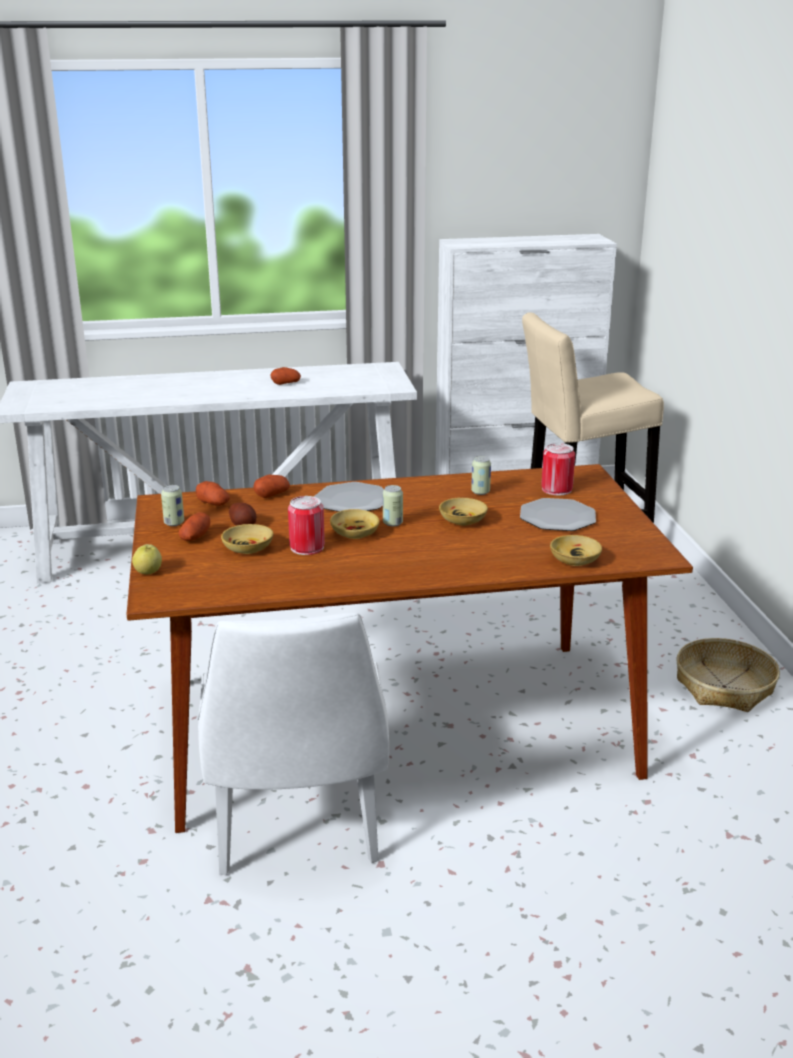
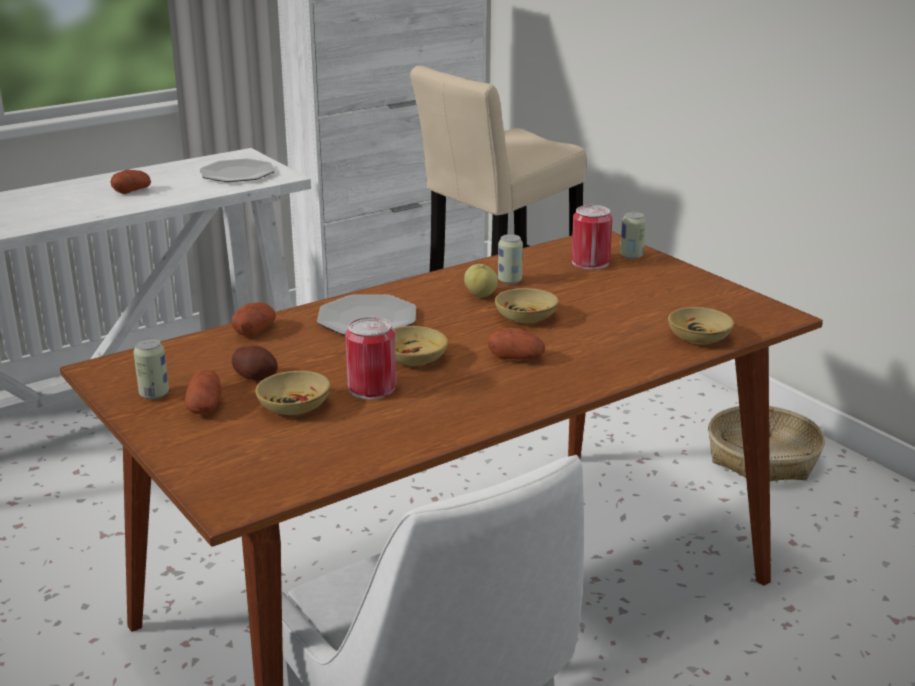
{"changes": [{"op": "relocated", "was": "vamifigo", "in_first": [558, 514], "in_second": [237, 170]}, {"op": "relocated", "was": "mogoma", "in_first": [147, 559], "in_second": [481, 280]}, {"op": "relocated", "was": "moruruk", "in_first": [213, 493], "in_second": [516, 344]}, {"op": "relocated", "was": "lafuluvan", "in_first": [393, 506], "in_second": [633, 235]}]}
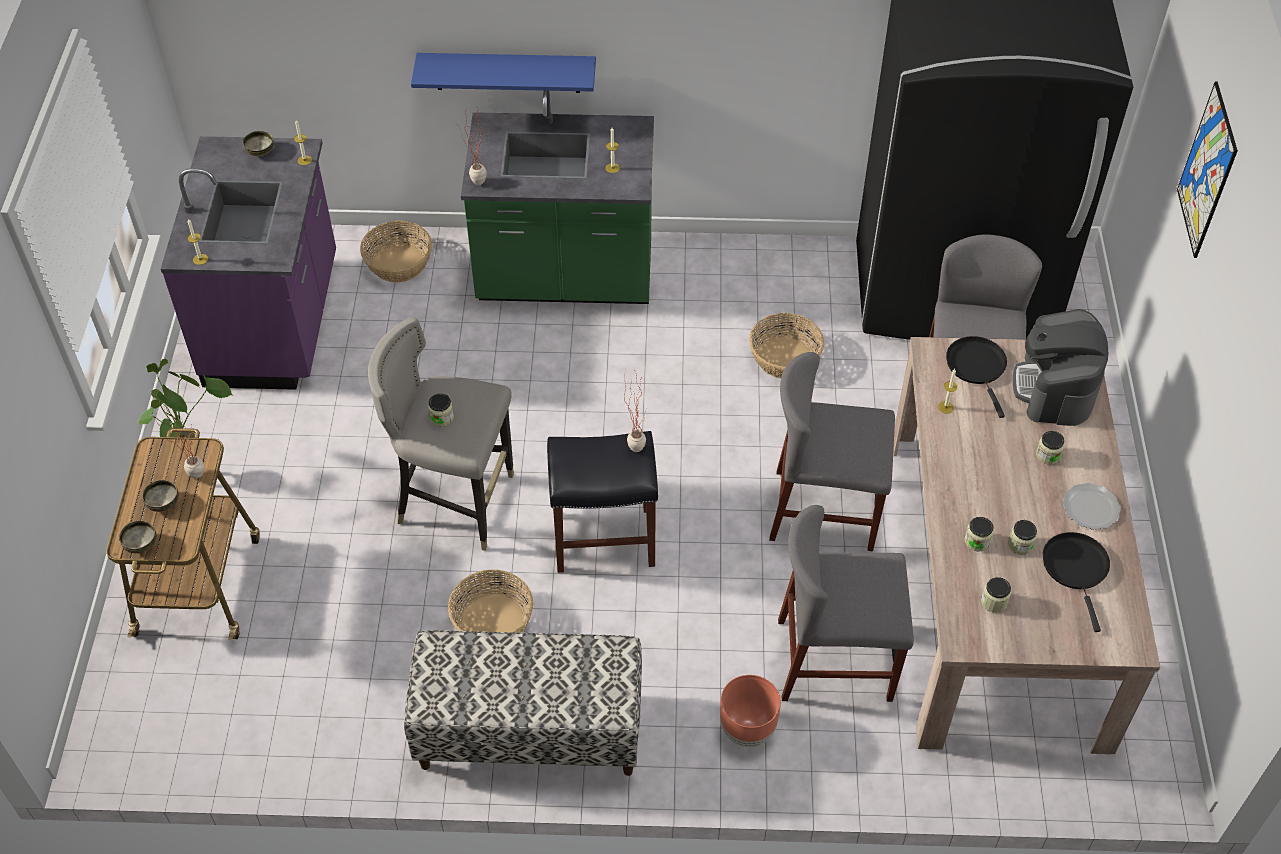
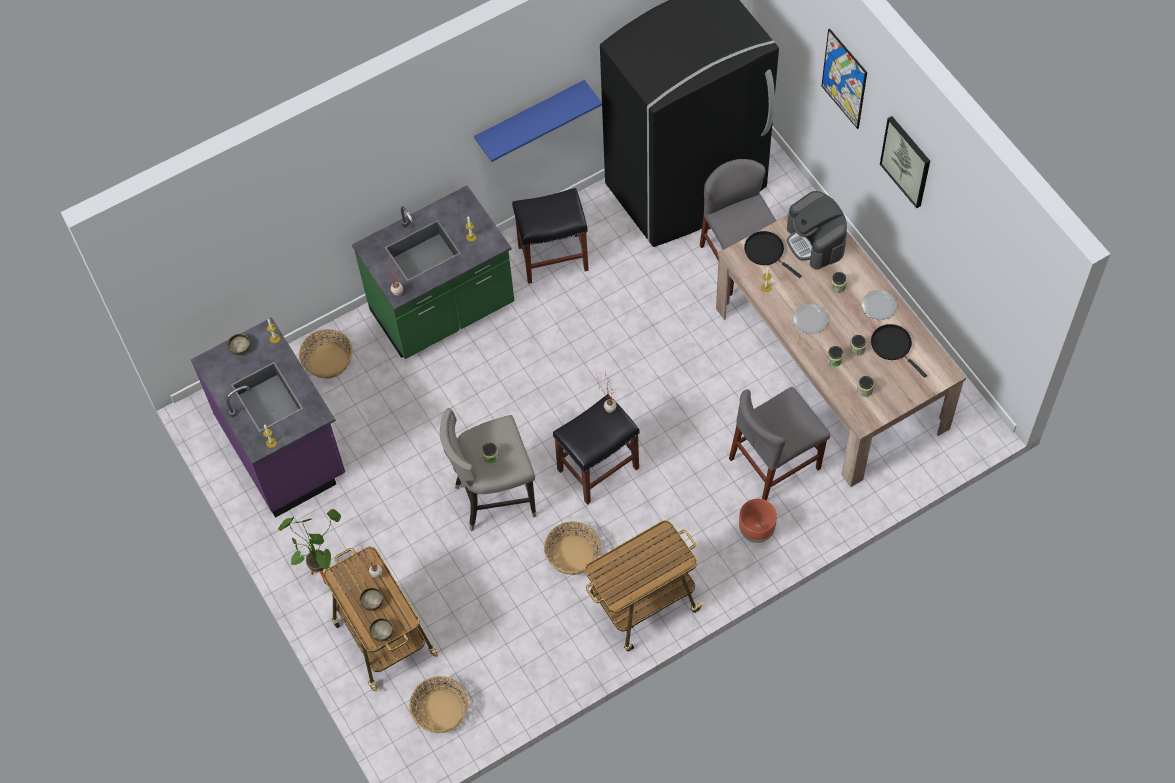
{"changes": [{"op": "relocated", "was": "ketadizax", "in_first": [786, 345], "in_second": [438, 704]}, {"op": "relocated", "was": "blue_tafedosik", "in_first": [503, 73], "in_second": [538, 121]}, {"op": "appeared", "now": "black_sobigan", "in_second": [550, 236]}, {"op": "exchanged", "was": "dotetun", "now": "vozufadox", "in_first": [523, 703], "in_second": [645, 585]}, {"op": "appeared", "now": "vamifigo", "in_second": [810, 319]}, {"op": "appeared", "now": "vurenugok", "in_second": [905, 162]}, {"op": "missing", "was": "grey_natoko", "in_first": [832, 451]}]}
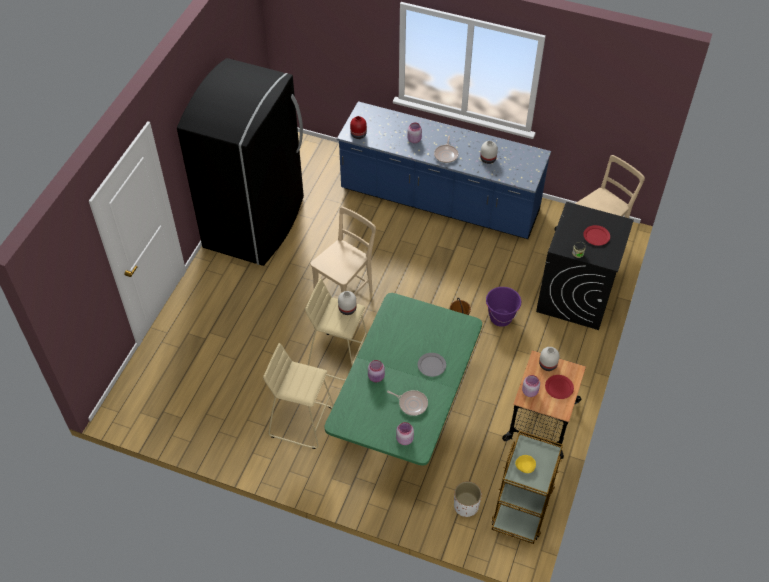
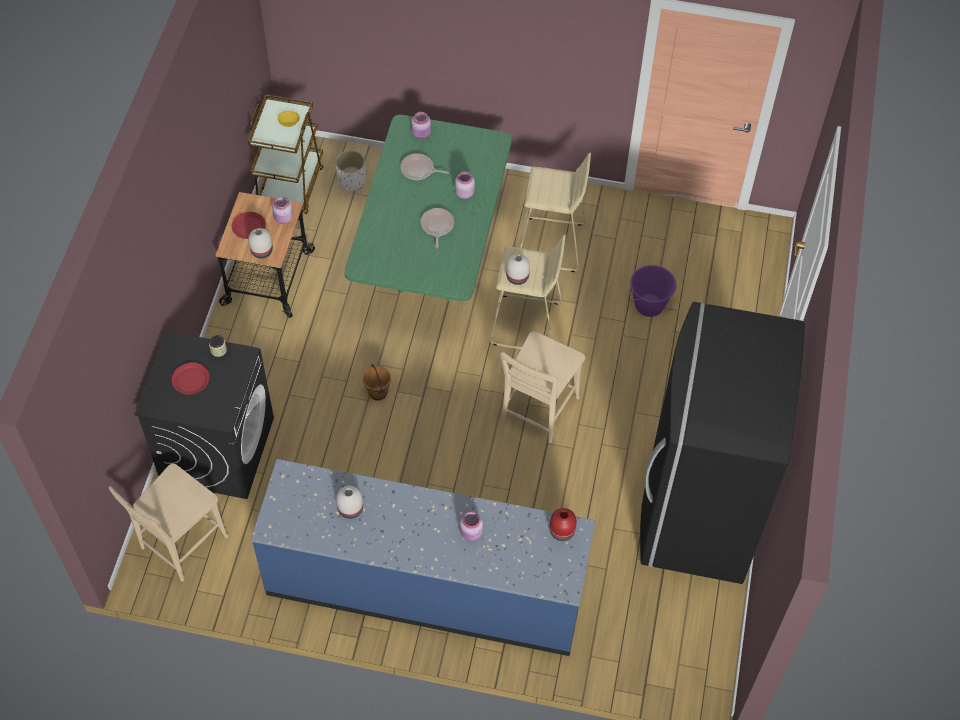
{"changes": [{"op": "relocated", "was": "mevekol", "in_first": [446, 149], "in_second": [437, 228]}, {"op": "relocated", "was": "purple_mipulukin", "in_first": [503, 307], "in_second": [653, 291]}, {"op": "missing", "was": "grey_vamifigo", "in_first": [432, 365]}]}
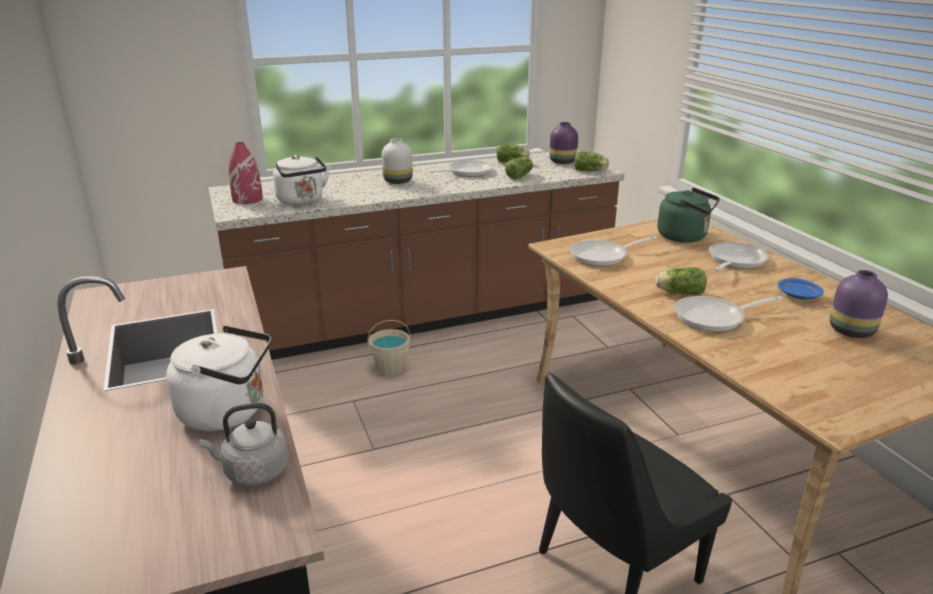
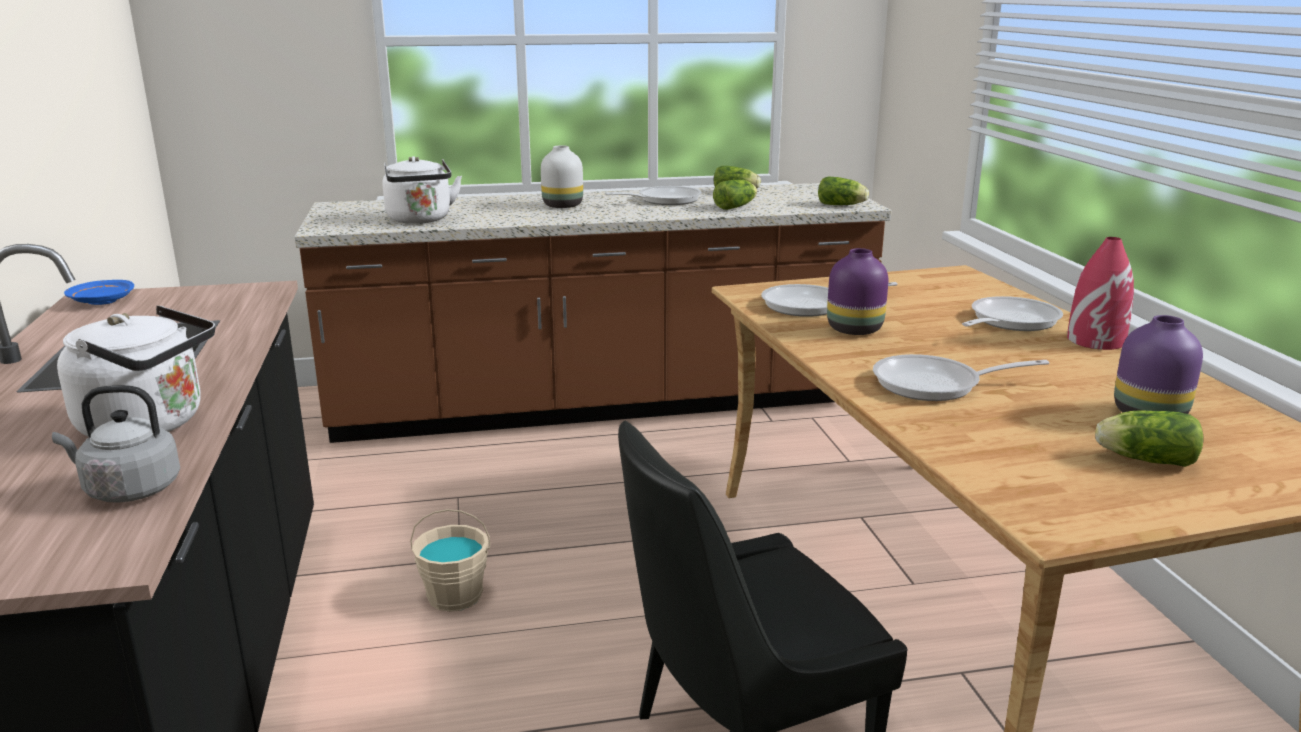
{"changes": [{"op": "relocated", "was": "blue_vamifigo", "in_first": [801, 289], "in_second": [99, 292]}, {"op": "relocated", "was": "beige_mipulukin", "in_first": [389, 348], "in_second": [450, 560]}, {"op": "relocated", "was": "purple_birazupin", "in_first": [563, 143], "in_second": [857, 291]}, {"op": "relocated", "was": "red_birazupin", "in_first": [246, 173], "in_second": [1100, 293]}, {"op": "relocated", "was": "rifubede", "in_first": [681, 281], "in_second": [1149, 438]}, {"op": "missing", "was": "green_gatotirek", "in_first": [688, 215]}]}
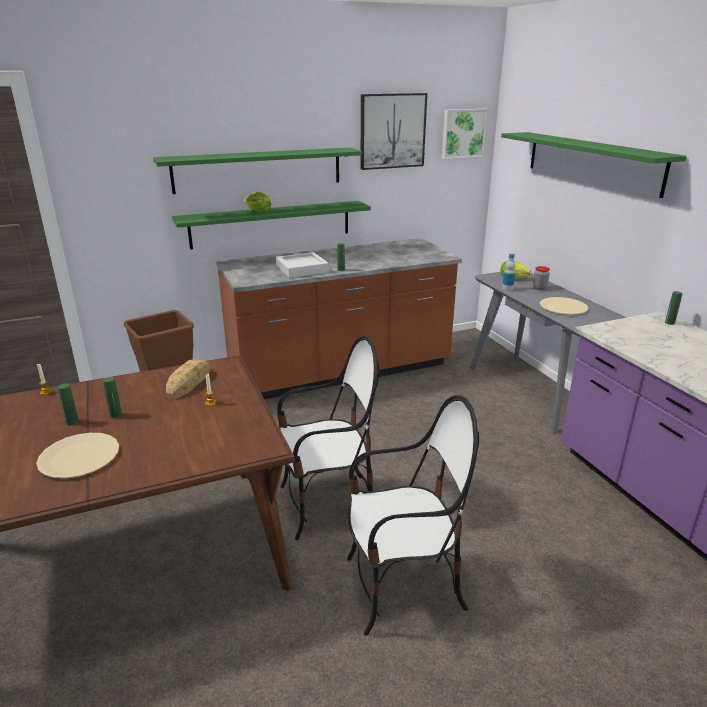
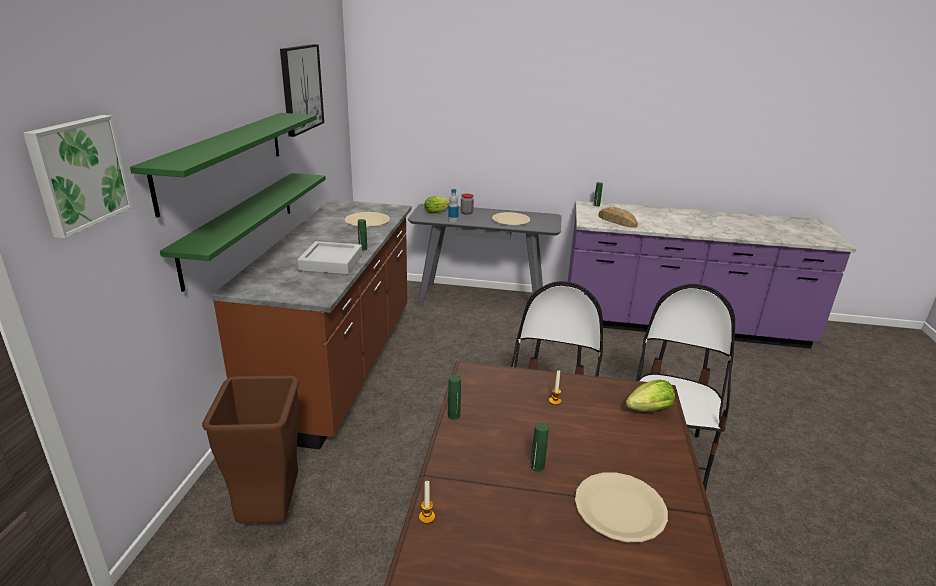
{"changes": [{"op": "relocated", "was": "vurenugok", "in_first": [464, 134], "in_second": [78, 176]}, {"op": "appeared", "now": "beige_vamifigo", "in_second": [367, 219]}, {"op": "relocated", "was": "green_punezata", "in_first": [68, 404], "in_second": [454, 397]}, {"op": "relocated", "was": "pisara", "in_first": [188, 379], "in_second": [618, 217]}, {"op": "relocated", "was": "rifubede", "in_first": [257, 202], "in_second": [650, 396]}, {"op": "missing", "was": "green_tafedosik", "in_first": [594, 165]}]}
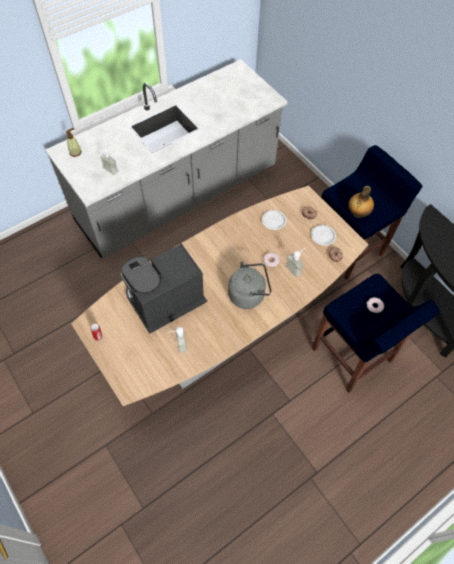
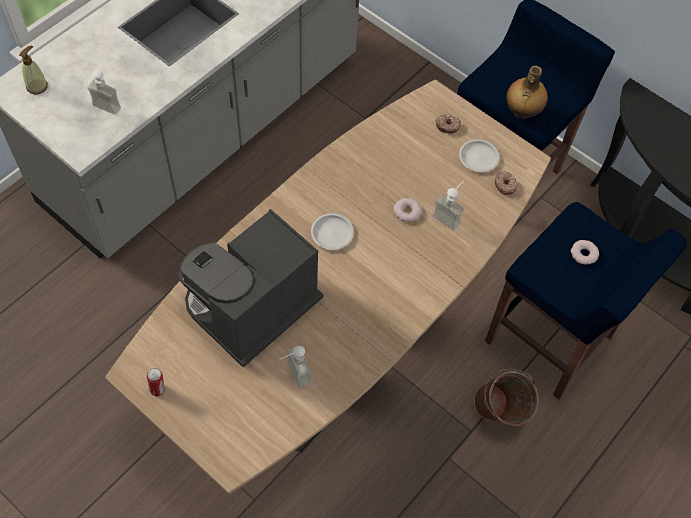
{"changes": [{"op": "relocated", "was": "white_vamifigo", "in_first": [274, 220], "in_second": [332, 231]}, {"op": "appeared", "now": "brown_mipulukin", "in_second": [506, 397]}, {"op": "missing", "was": "grey_gatotirek", "in_first": [249, 285]}]}
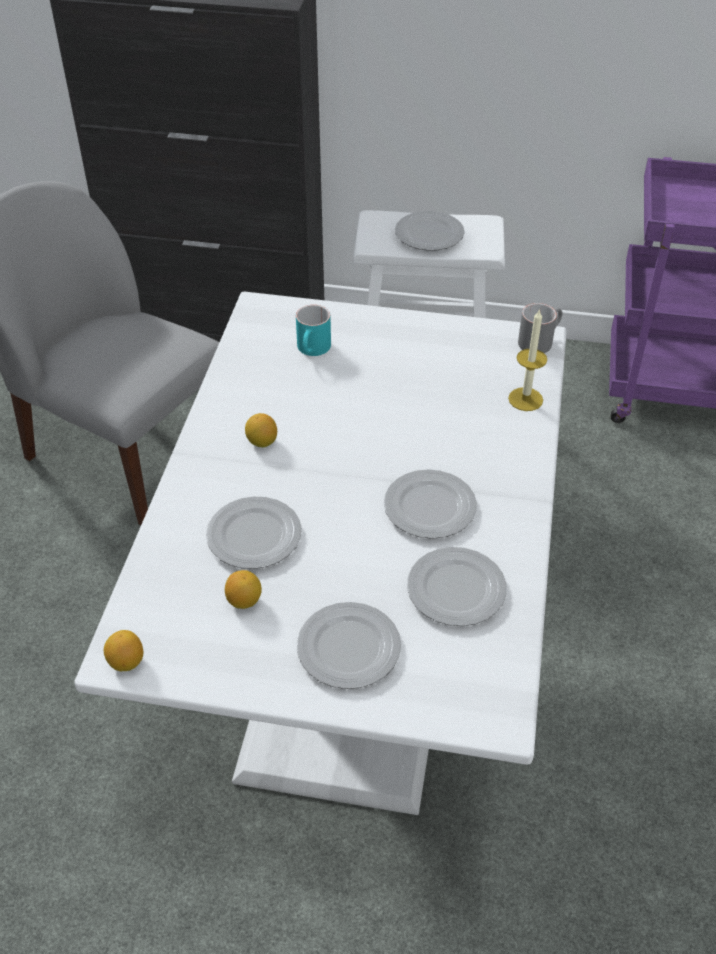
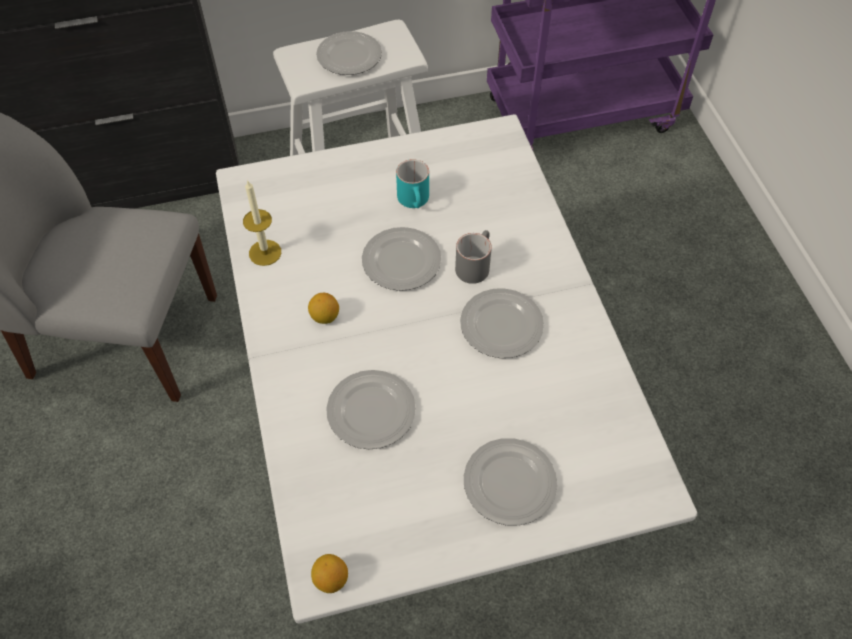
{"changes": [{"op": "relocated", "was": "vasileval", "in_first": [527, 359], "in_second": [262, 223]}, {"op": "relocated", "was": "vamifigo", "in_first": [457, 586], "in_second": [401, 259]}, {"op": "relocated", "was": "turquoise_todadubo", "in_first": [313, 330], "in_second": [412, 183]}, {"op": "relocated", "was": "grey_todadubo", "in_first": [540, 328], "in_second": [473, 257]}, {"op": "missing", "was": "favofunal", "in_first": [243, 589]}]}
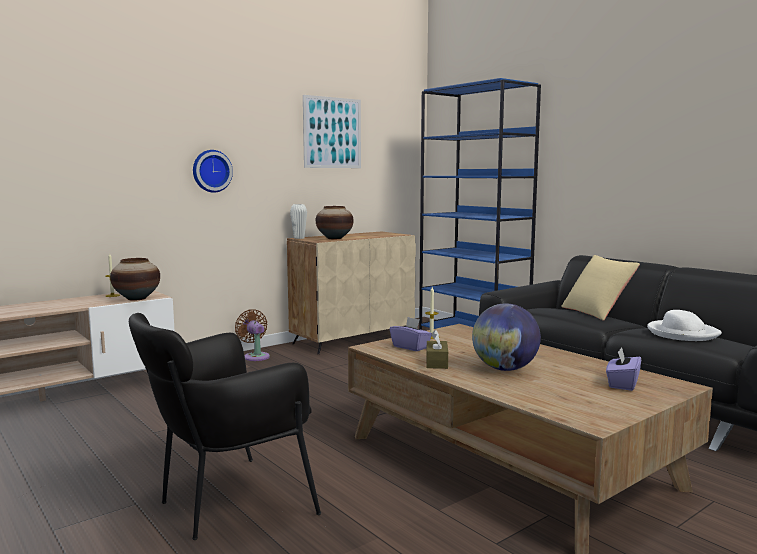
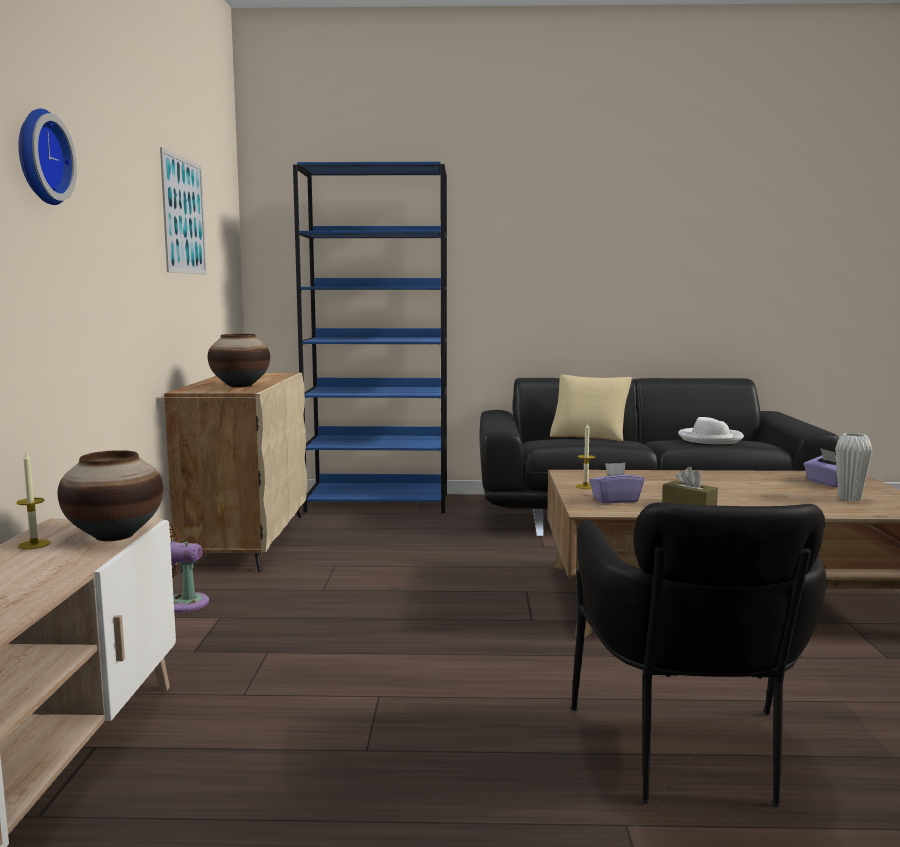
{"changes": [{"op": "relocated", "was": "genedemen", "in_first": [213, 171], "in_second": [47, 156]}, {"op": "relocated", "was": "white_birazupin", "in_first": [298, 221], "in_second": [853, 467]}, {"op": "missing", "was": "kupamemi", "in_first": [506, 337]}]}
